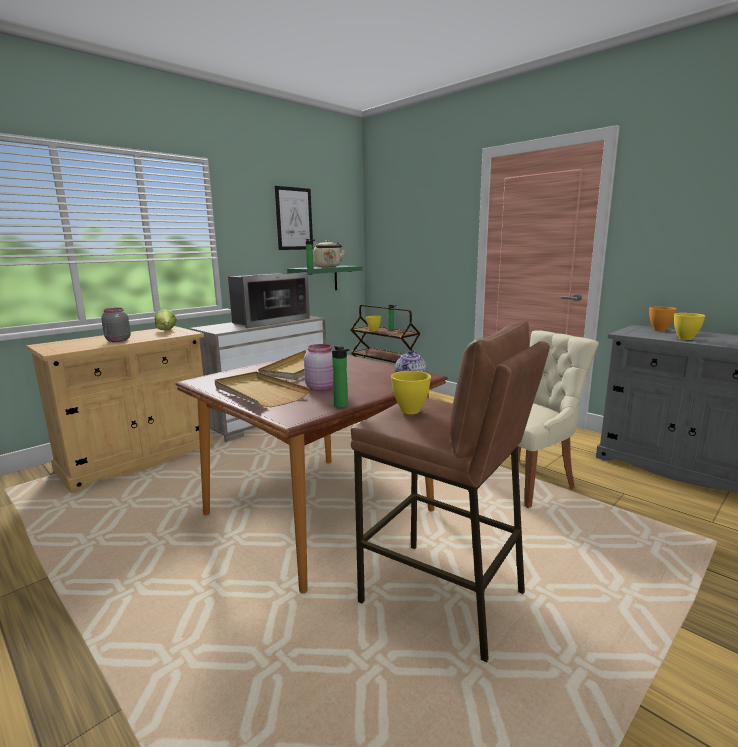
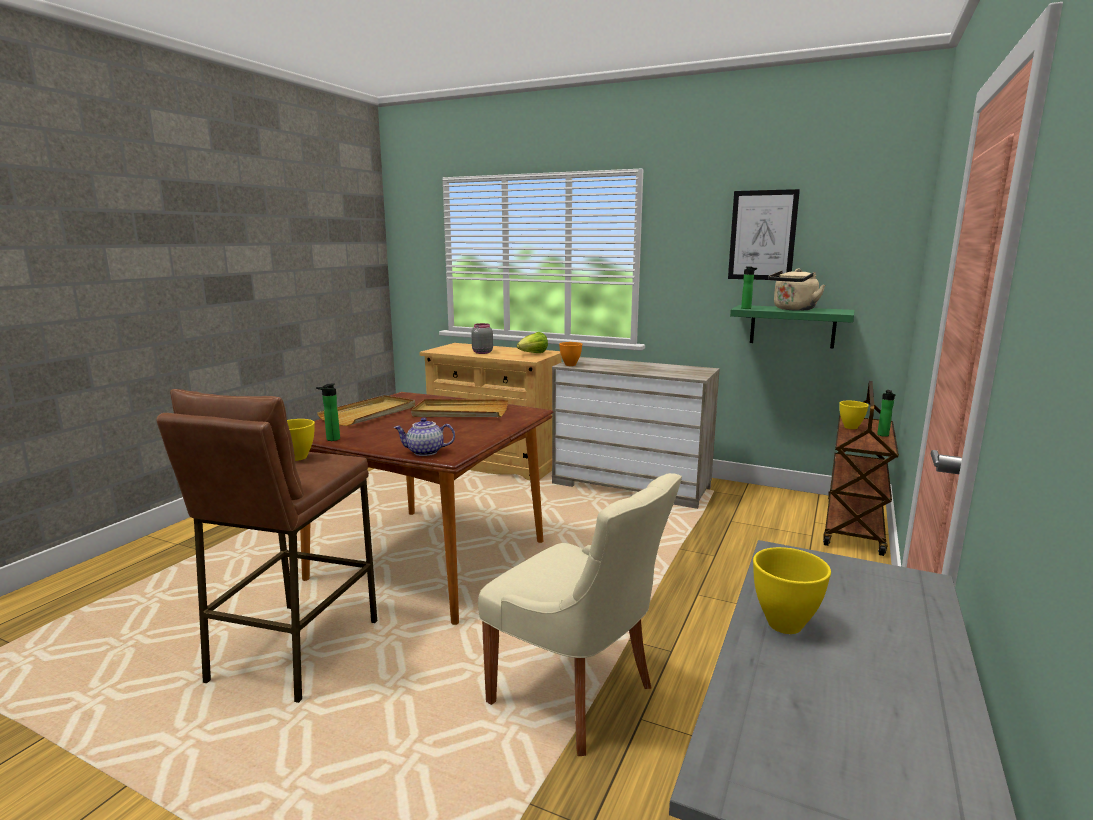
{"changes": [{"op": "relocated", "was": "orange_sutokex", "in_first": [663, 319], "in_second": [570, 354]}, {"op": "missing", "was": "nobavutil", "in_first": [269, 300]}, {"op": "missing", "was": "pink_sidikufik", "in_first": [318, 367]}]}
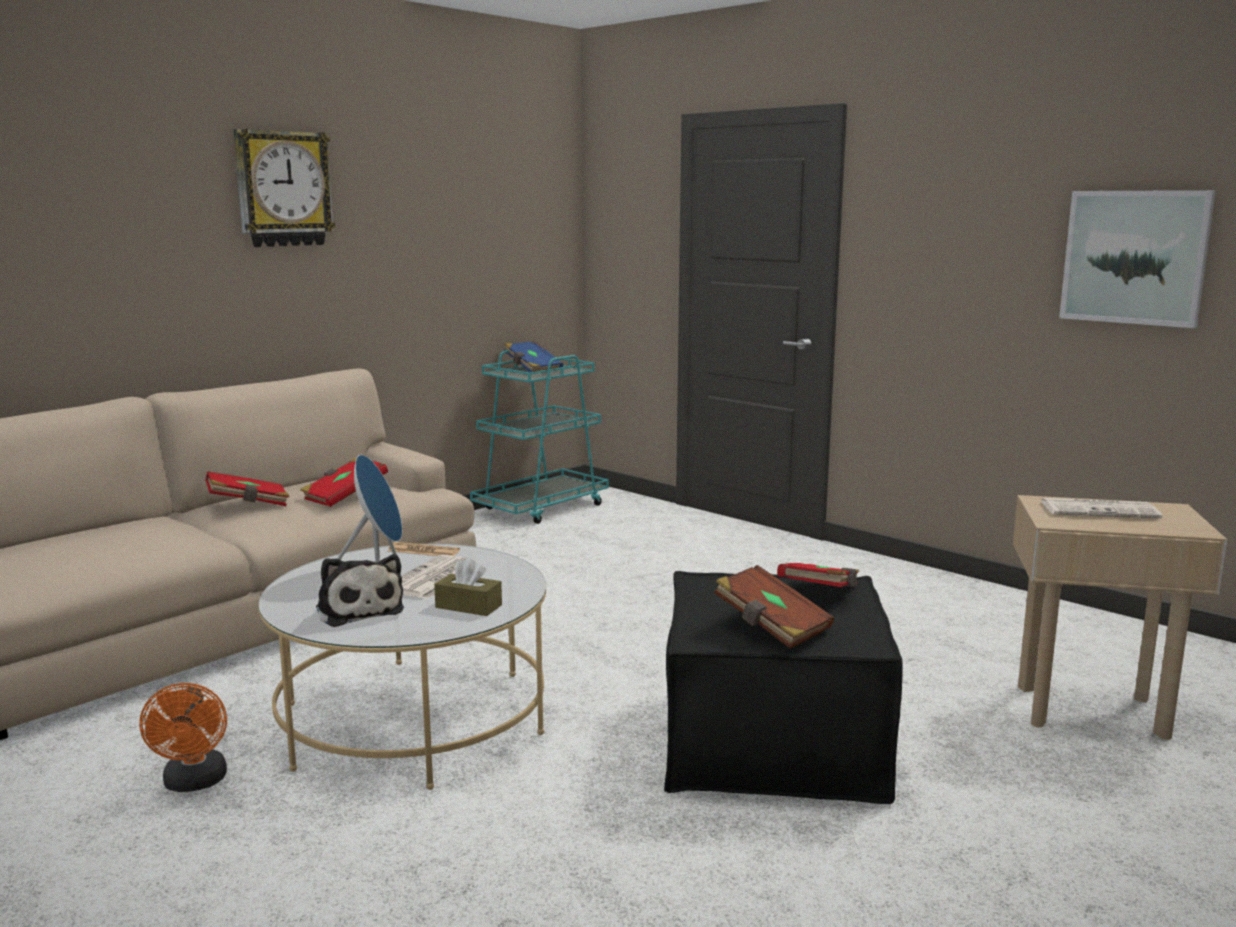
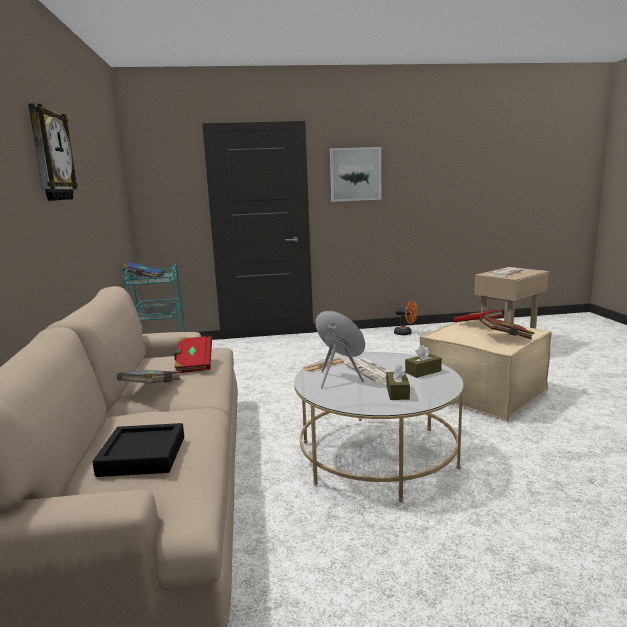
{"changes": [{"op": "appeared", "now": "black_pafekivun", "in_second": [138, 450]}, {"op": "colour", "was": "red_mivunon", "now": "grey_mivunon", "in_first": [247, 488], "in_second": [149, 377]}, {"op": "relocated", "was": "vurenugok", "in_first": [1137, 259], "in_second": [355, 174]}, {"op": "exchanged", "was": "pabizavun", "now": "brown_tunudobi", "in_first": [360, 590], "in_second": [398, 382]}, {"op": "relocated", "was": "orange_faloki", "in_first": [183, 737], "in_second": [406, 318]}, {"op": "colour", "was": "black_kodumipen", "now": "beige_kodumipen", "in_first": [783, 687], "in_second": [485, 370]}]}
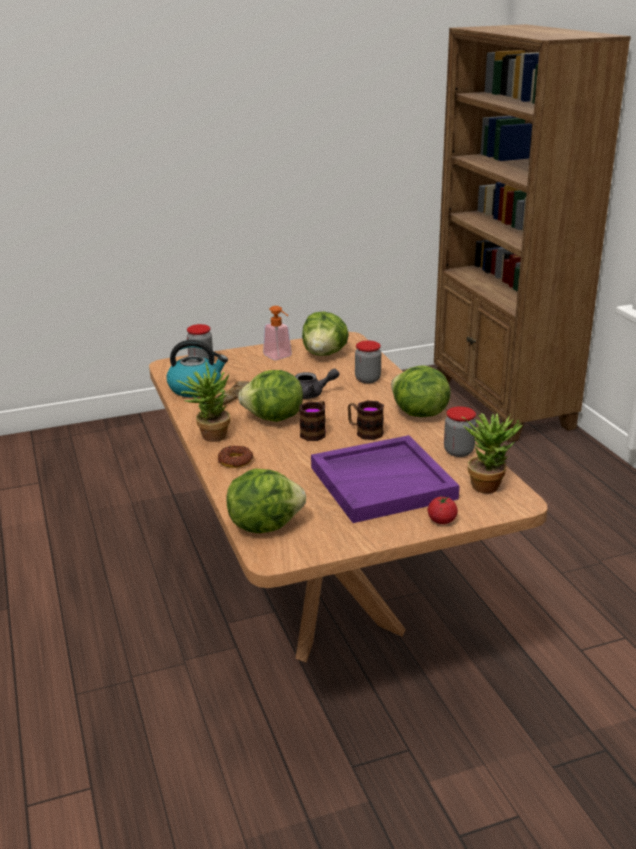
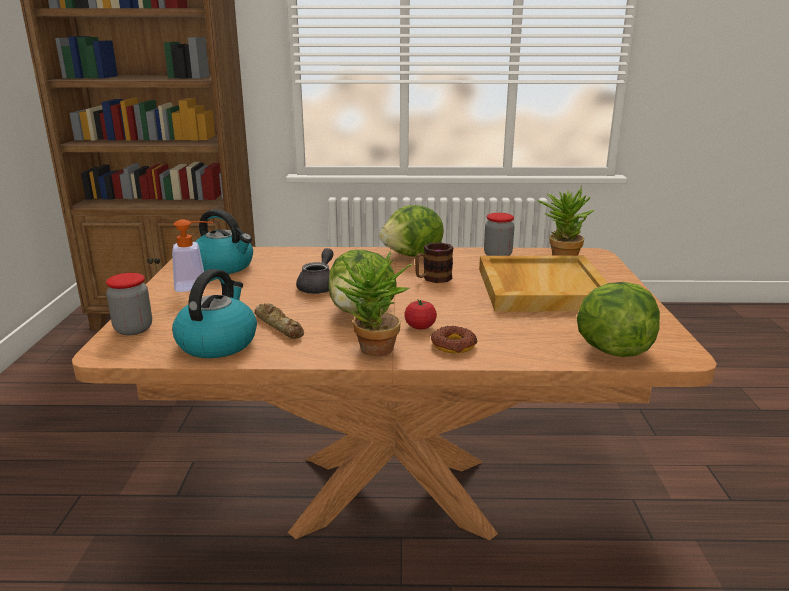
{"changes": [{"op": "exchanged", "was": "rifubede", "now": "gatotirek", "in_first": [325, 333], "in_second": [224, 241]}, {"op": "relocated", "was": "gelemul", "in_first": [443, 510], "in_second": [420, 314]}, {"op": "colour", "was": "purple_pafekivun", "now": "beige_pafekivun", "in_first": [385, 479], "in_second": [543, 283]}, {"op": "missing", "was": "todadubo", "in_first": [312, 421]}, {"op": "missing", "was": "sidikufik", "in_first": [368, 361]}]}
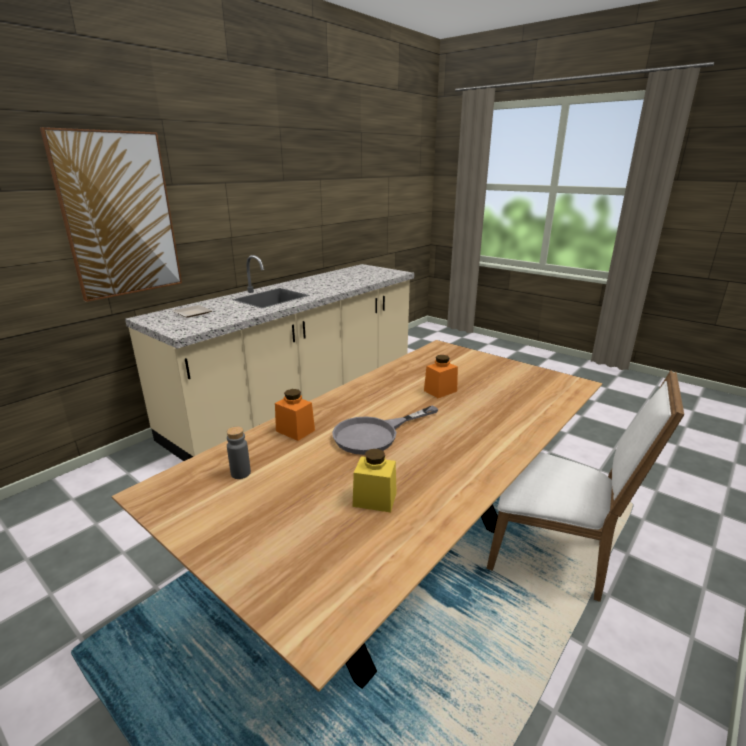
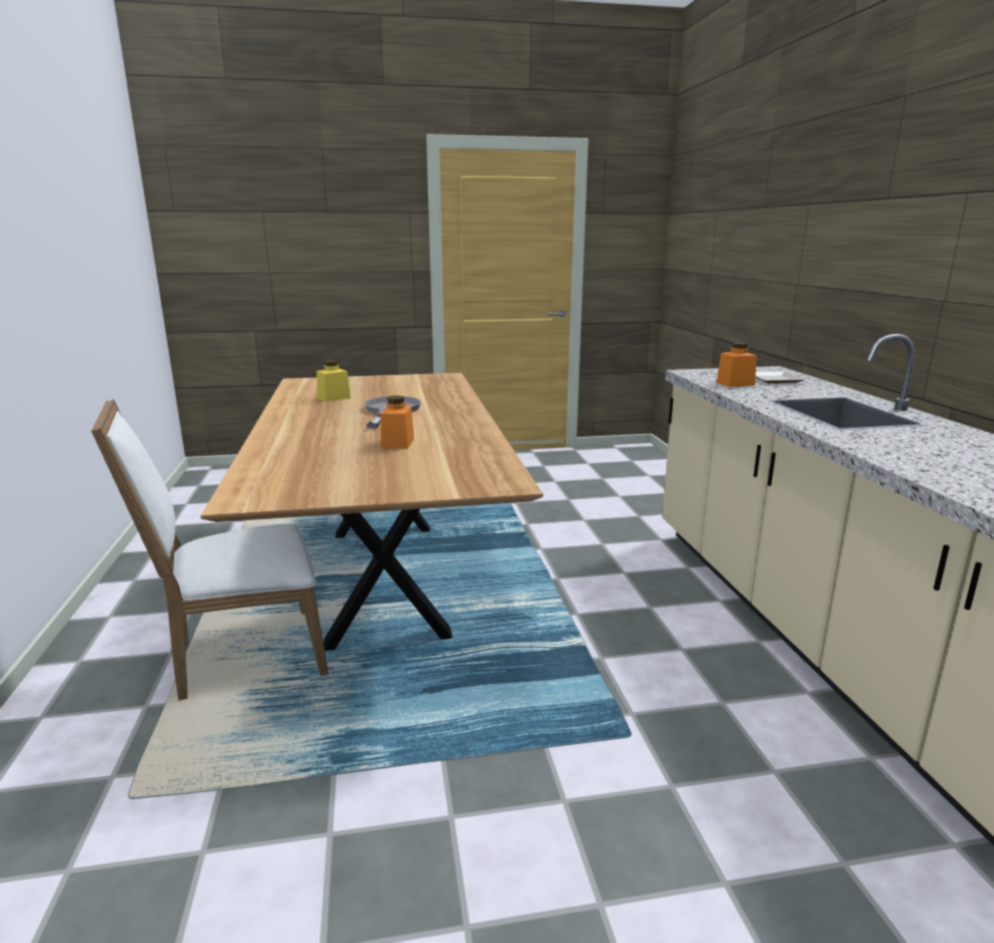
{"changes": [{"op": "relocated", "was": "orange_sidikufik", "in_first": [295, 415], "in_second": [736, 364]}, {"op": "missing", "was": "vurenugok", "in_first": [111, 214]}, {"op": "missing", "was": "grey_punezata", "in_first": [239, 453]}]}
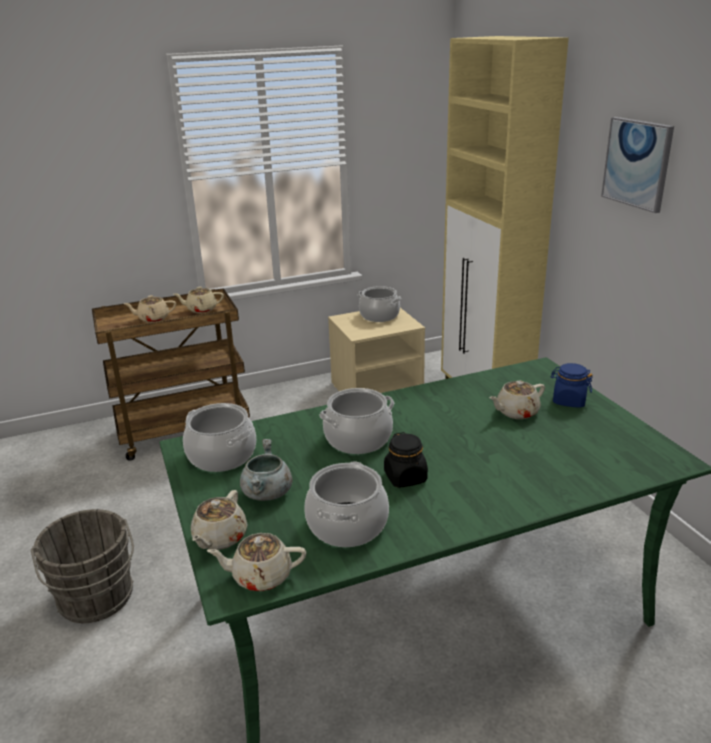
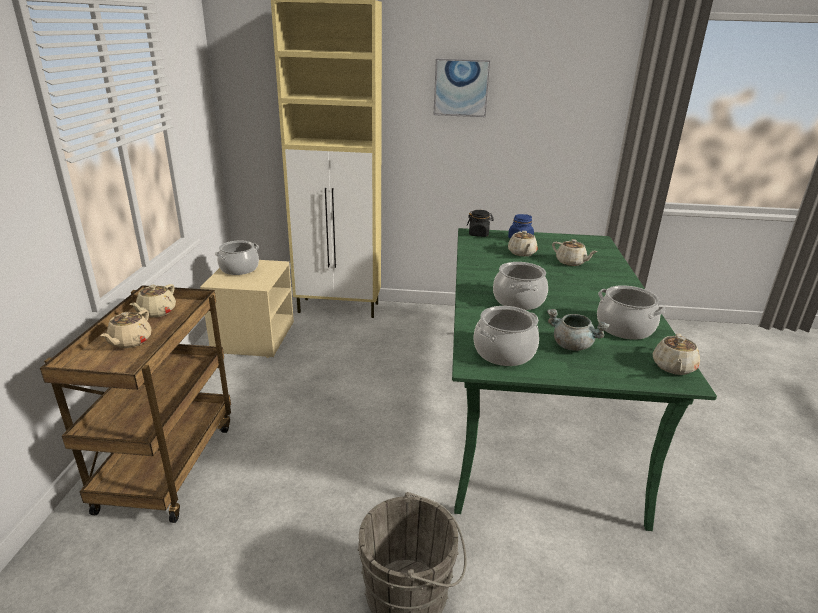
{"changes": [{"op": "relocated", "was": "black_sidikufik", "in_first": [406, 460], "in_second": [480, 223]}, {"op": "relocated", "was": "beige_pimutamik", "in_first": [219, 520], "in_second": [575, 252]}]}
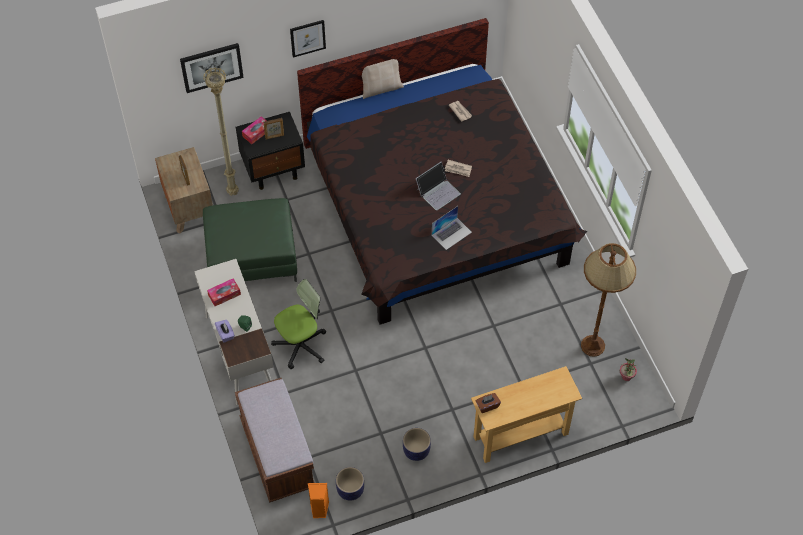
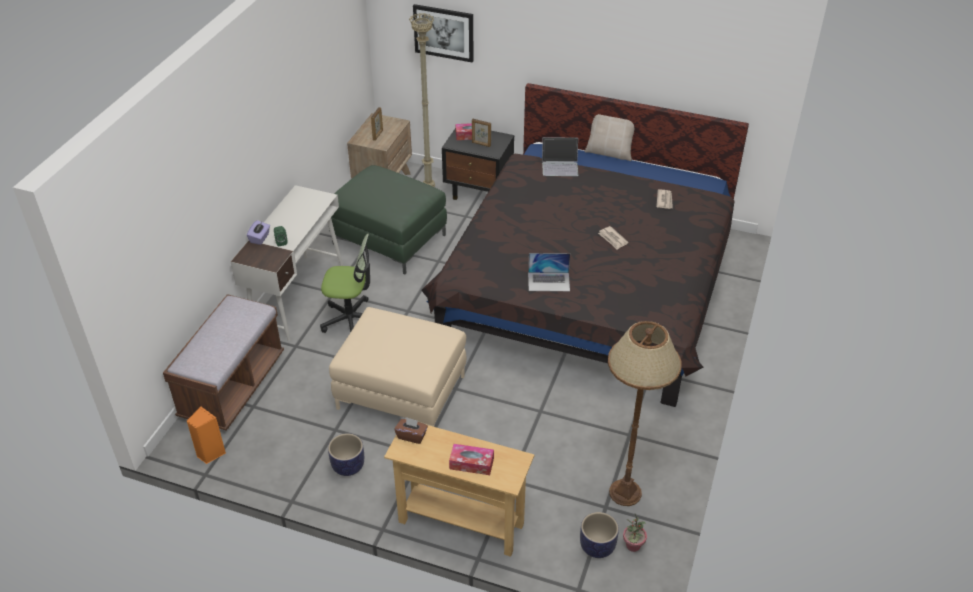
{"changes": [{"op": "appeared", "now": "beige_kodumipen", "in_second": [397, 367]}, {"op": "relocated", "was": "tunudobi", "in_first": [224, 292], "in_second": [471, 459]}, {"op": "relocated", "was": "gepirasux", "in_first": [438, 186], "in_second": [560, 156]}, {"op": "relocated", "was": "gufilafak", "in_first": [350, 484], "in_second": [599, 535]}, {"op": "missing", "was": "vurenugok", "in_first": [308, 39]}]}
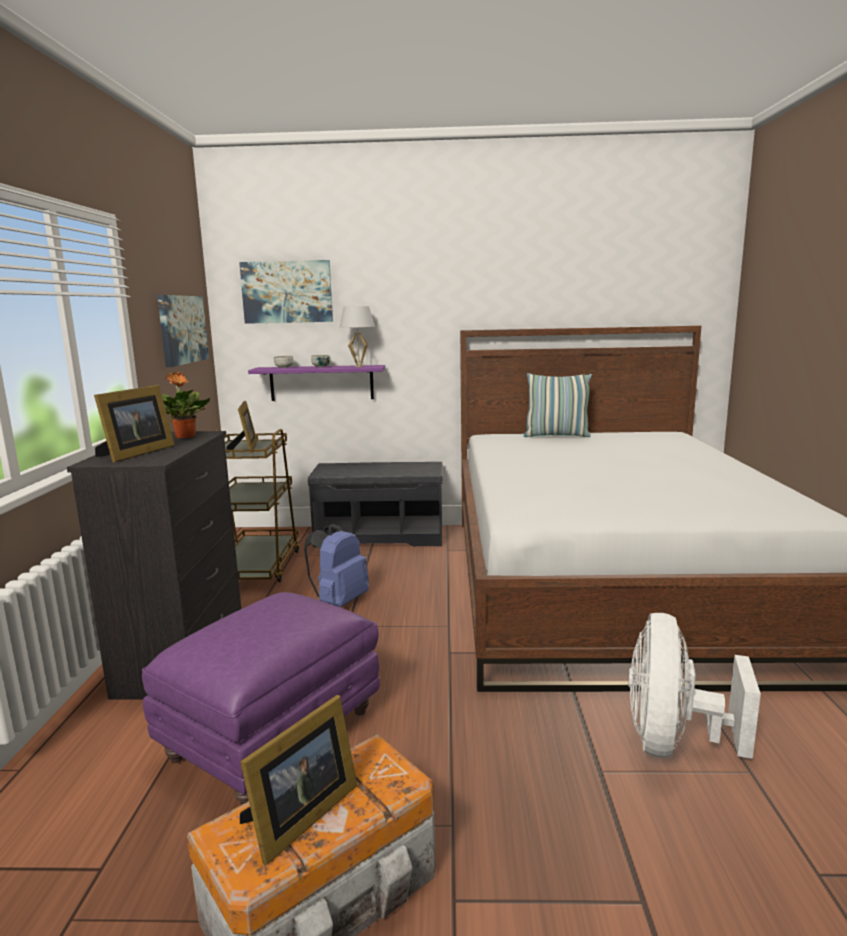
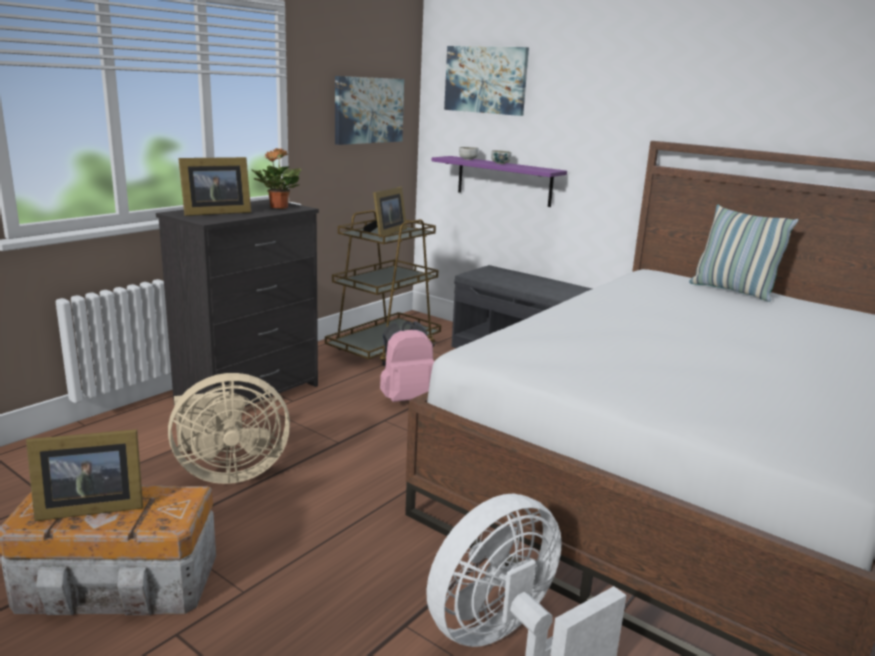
{"changes": [{"op": "exchanged", "was": "purple_kodumipen", "now": "beige_faloki", "in_first": [261, 698], "in_second": [229, 428]}, {"op": "colour", "was": "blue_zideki", "now": "pink_zideki", "in_first": [336, 565], "in_second": [407, 361]}, {"op": "missing", "was": "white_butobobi", "in_first": [357, 336]}]}
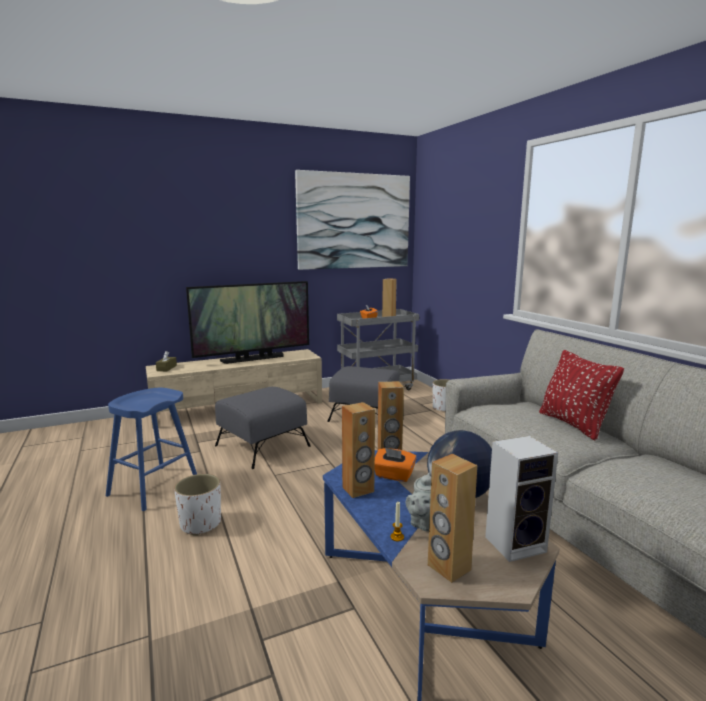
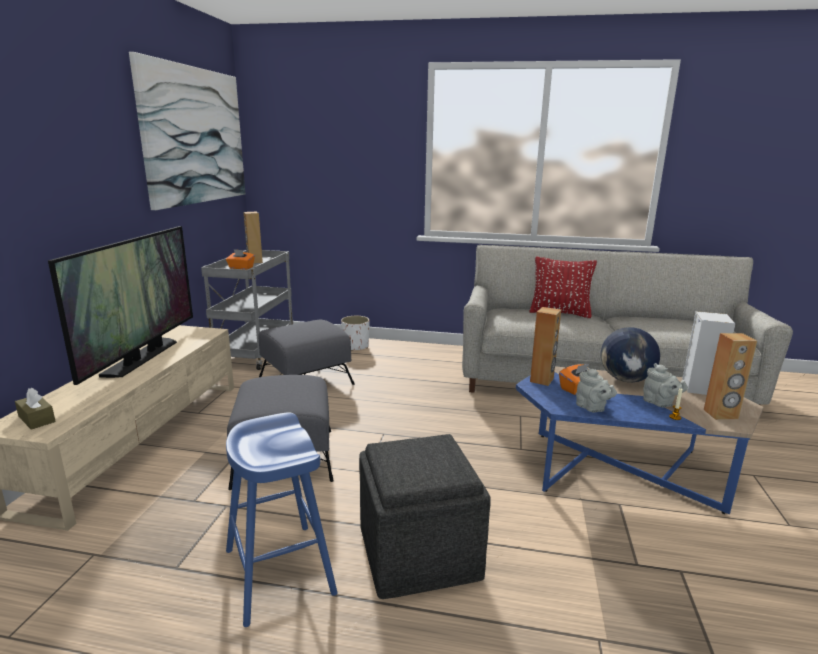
{"changes": [{"op": "exchanged", "was": "white_gufilafak", "now": "grey_kodumipen", "in_first": [197, 505], "in_second": [425, 516]}, {"op": "exchanged", "was": "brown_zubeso", "now": "grey_pimutamik", "in_first": [358, 450], "in_second": [596, 389]}]}
